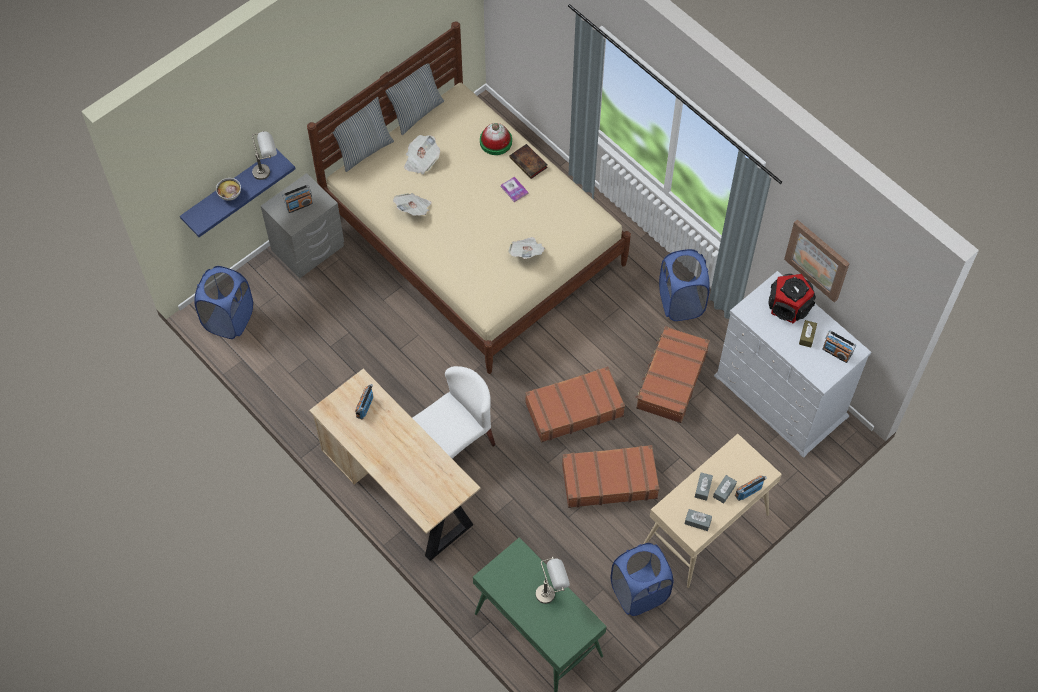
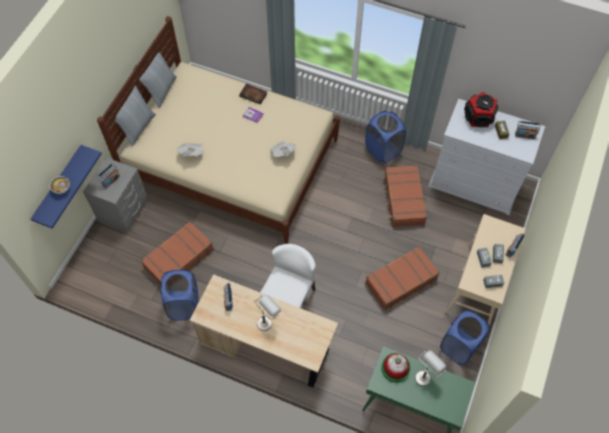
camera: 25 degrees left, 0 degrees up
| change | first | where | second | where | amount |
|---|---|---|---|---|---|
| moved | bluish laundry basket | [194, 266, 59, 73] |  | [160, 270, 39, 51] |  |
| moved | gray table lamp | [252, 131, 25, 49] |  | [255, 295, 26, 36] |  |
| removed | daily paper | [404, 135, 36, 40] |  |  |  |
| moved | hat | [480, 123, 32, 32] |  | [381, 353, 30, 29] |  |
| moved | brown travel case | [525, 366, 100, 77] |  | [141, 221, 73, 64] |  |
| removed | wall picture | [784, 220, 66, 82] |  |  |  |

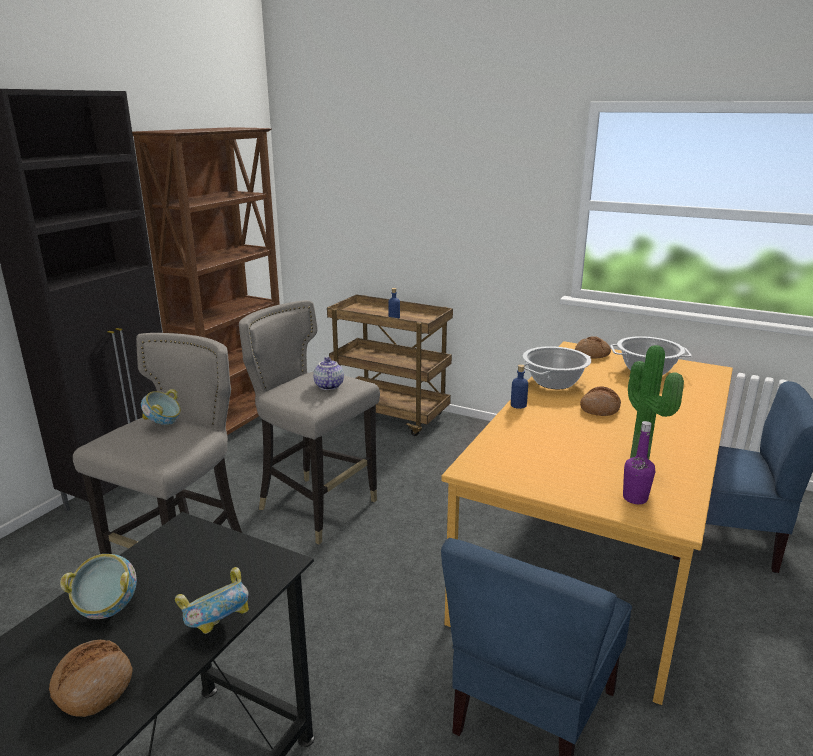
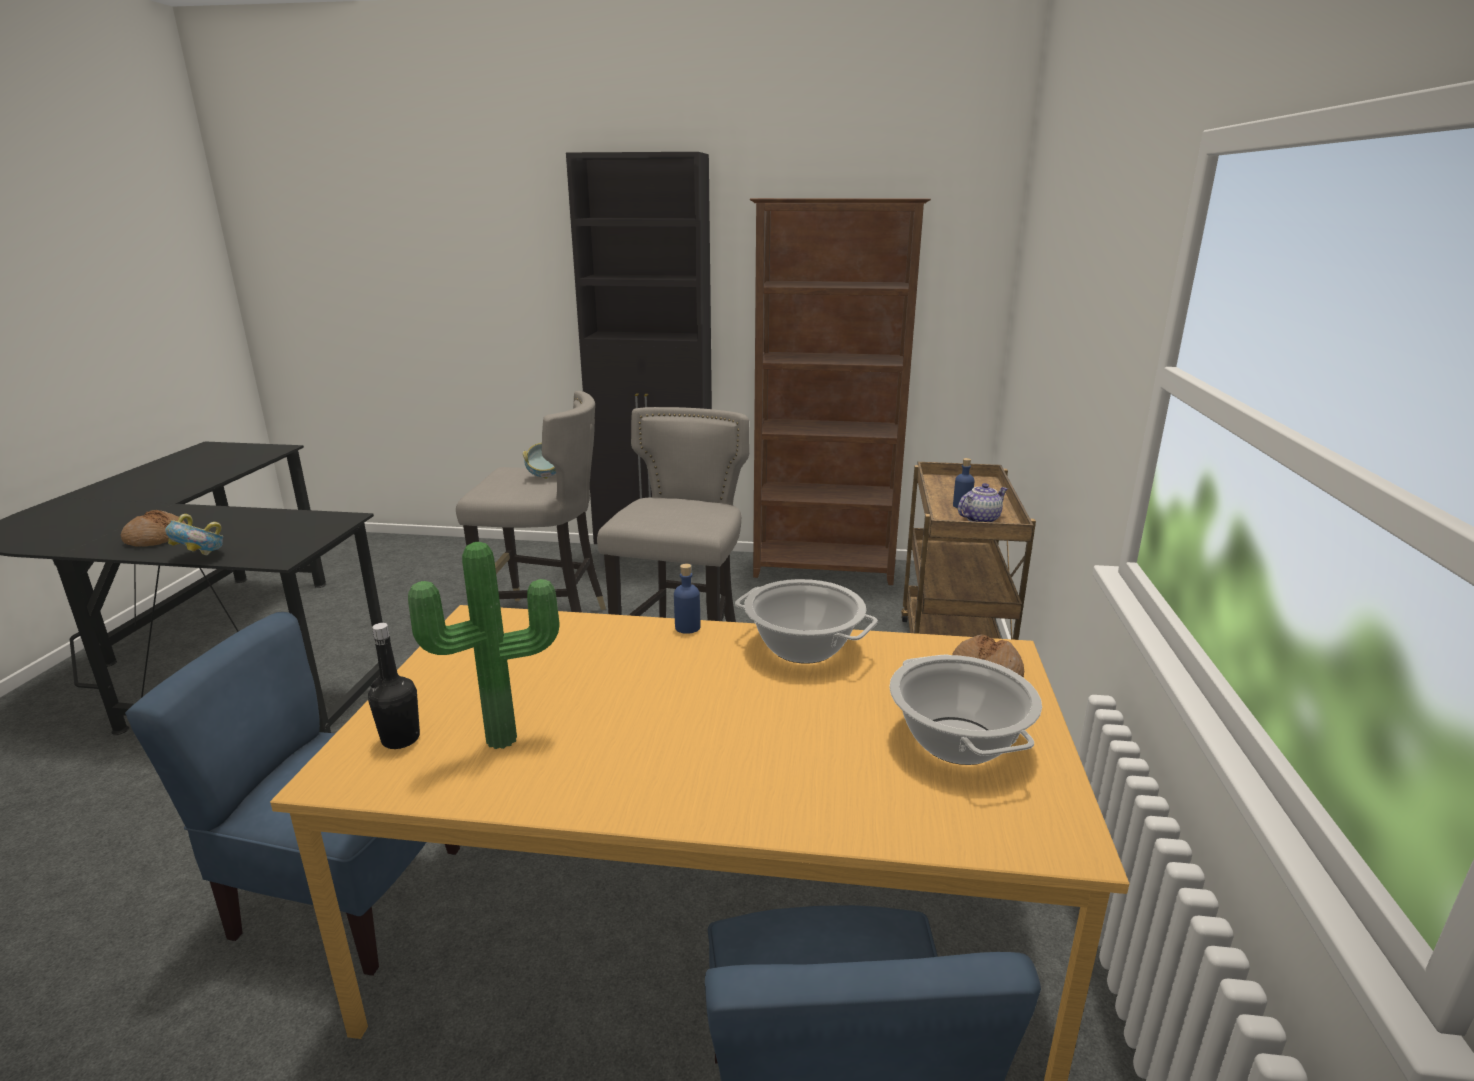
camera: 70 degrees right, 0 degrees up
| change | first | where | second | where | amount |
|---|---|---|---|---|---|
| removed | serving bowl | [60, 554, 77, 65] |  |  |  |
| moved | tea pot | [313, 357, 31, 33] |  | [958, 483, 50, 39] |  |
| removed | baked bread | [580, 386, 41, 30] |  |  |  |
| recoloured | purple-coloured drink bottle | [623, 421, 32, 83] | black-coloured drink bottle | [368, 623, 52, 126] |  |

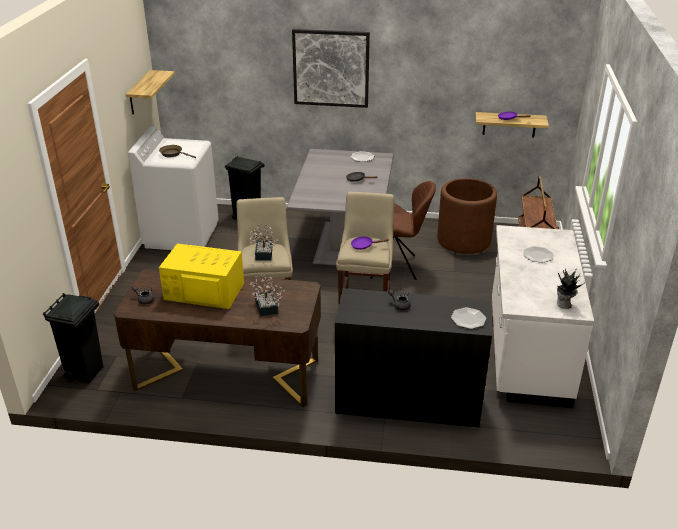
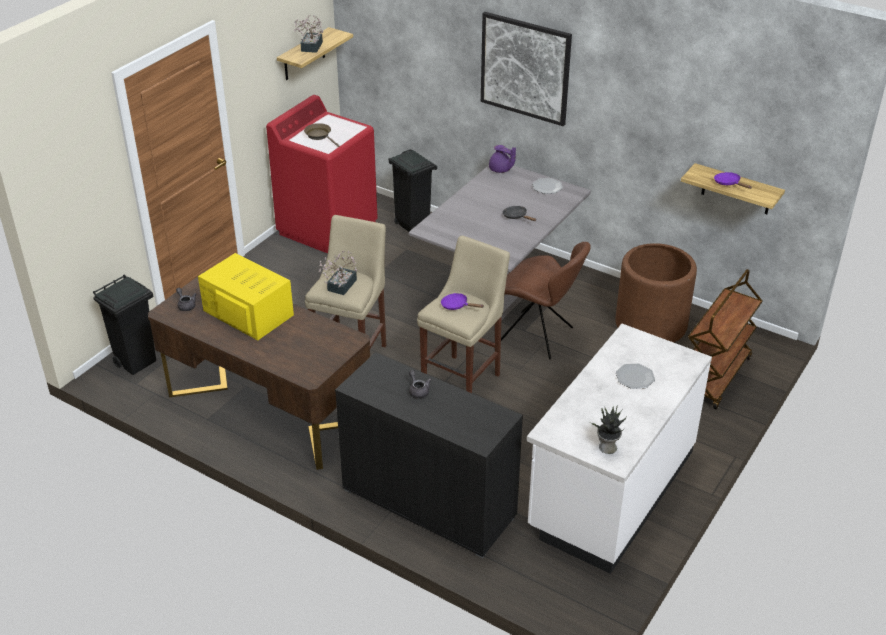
camera: 25 degrees right, 5 degrees up
| change | first | where | second | where | amount |
|---|---|---|---|---|---|
| recoloured | white laundry machine | [128, 126, 91, 124] | reddish laundry machine | [266, 95, 112, 159] |  |
| moved | houseplant | [250, 274, 35, 43] |  | [294, 15, 29, 38] |  |
| removed | dinner plate | [451, 307, 35, 22] |  |  |  |
| added |  |  | purple-coloured tea pot | [489, 145, 27, 28] |  |

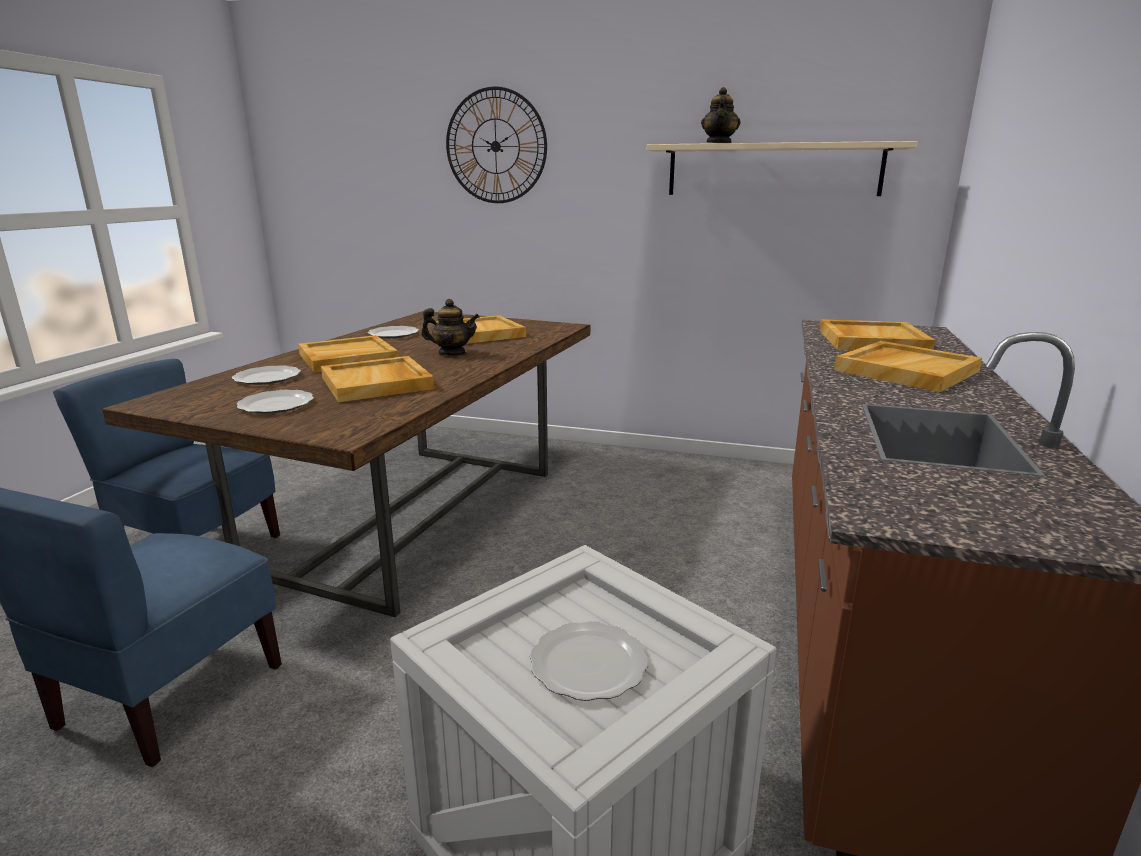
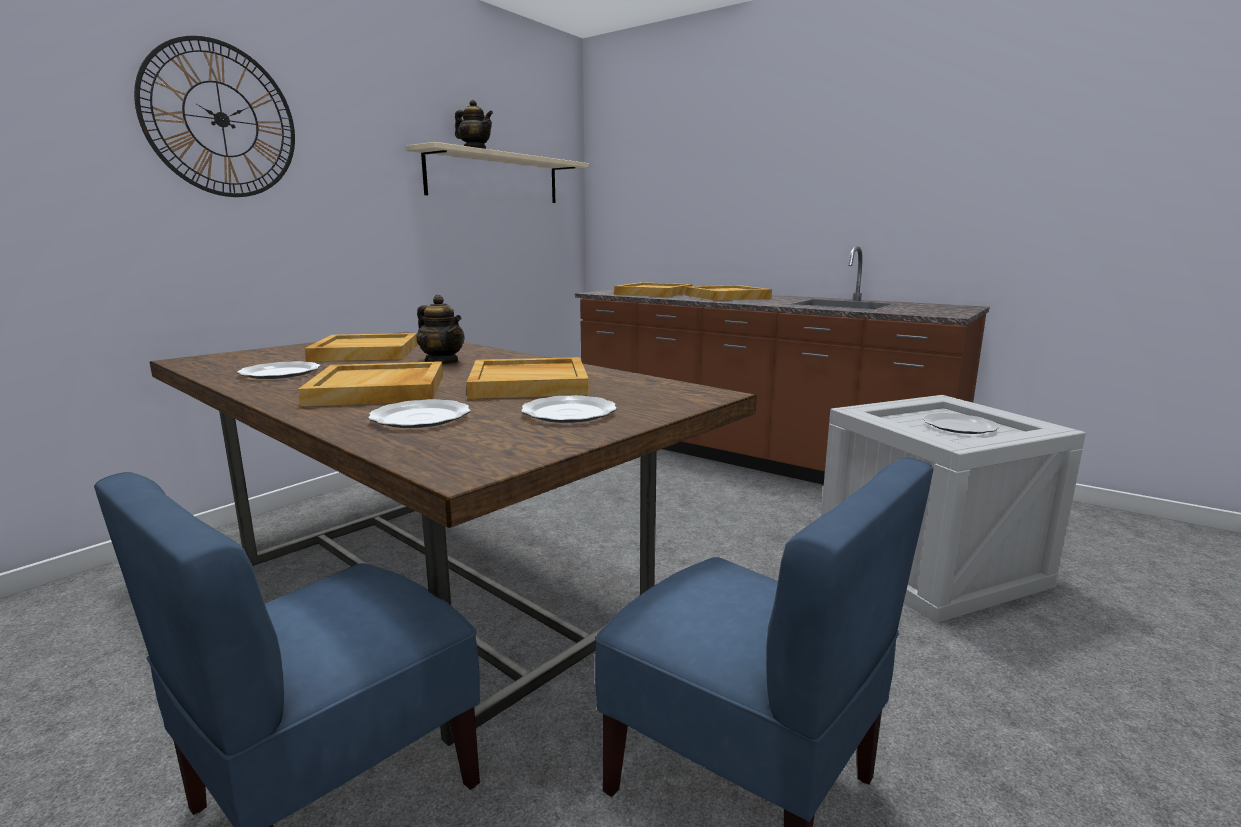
camera: 70 degrees left, 5 degrees down
| change | first | where | second | where | amount |
|---|---|---|---|---|---|
| turned | tea pot | [421, 299, 58, 56] |  | [417, 295, 48, 69] | 105 degrees clockwise |

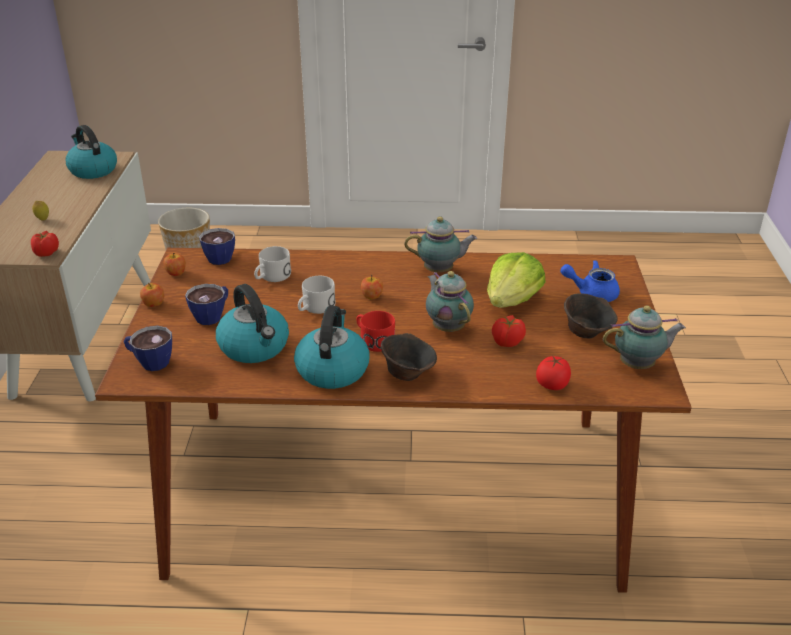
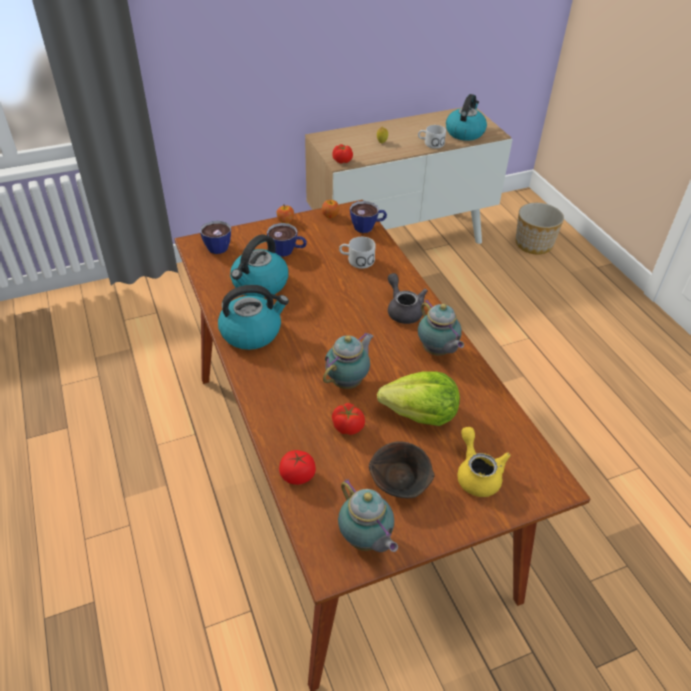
camera: 65 degrees right, 10 degrees up
| change | first | where | second | where | amount |
|---|---|---|---|---|---|
| moved | white tea mug | [298, 276, 38, 38] |  | [418, 125, 28, 24] |  |
| removed | reddish tea mug | [356, 311, 39, 41] |  |  |  |
| removed | apple fruit | [361, 274, 22, 26] |  |  |  |
| removed | brown serving bowl | [381, 333, 56, 48] |  |  |  |
| recoloured | bluish tea pot | [560, 260, 60, 42] | yellow-coloured tea pot | [457, 427, 54, 70] |  |
| added |  |  | gray tea pot | [388, 273, 40, 51] |  |

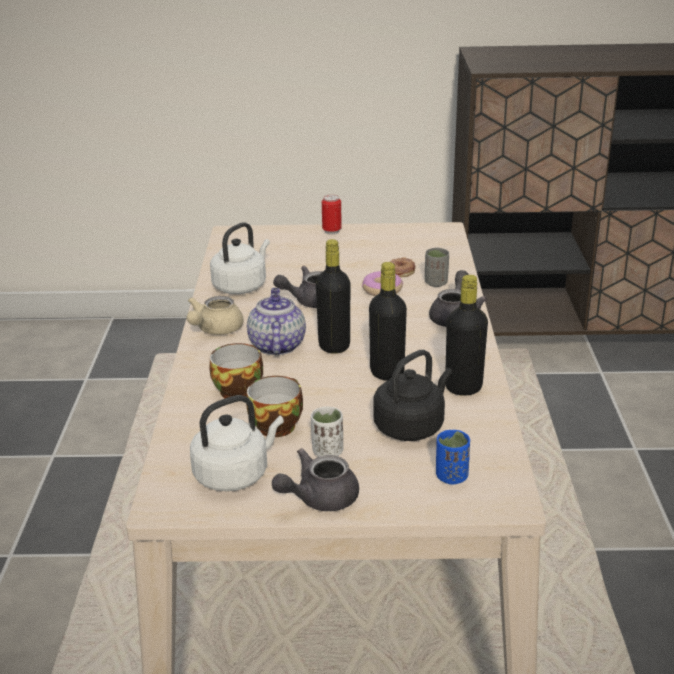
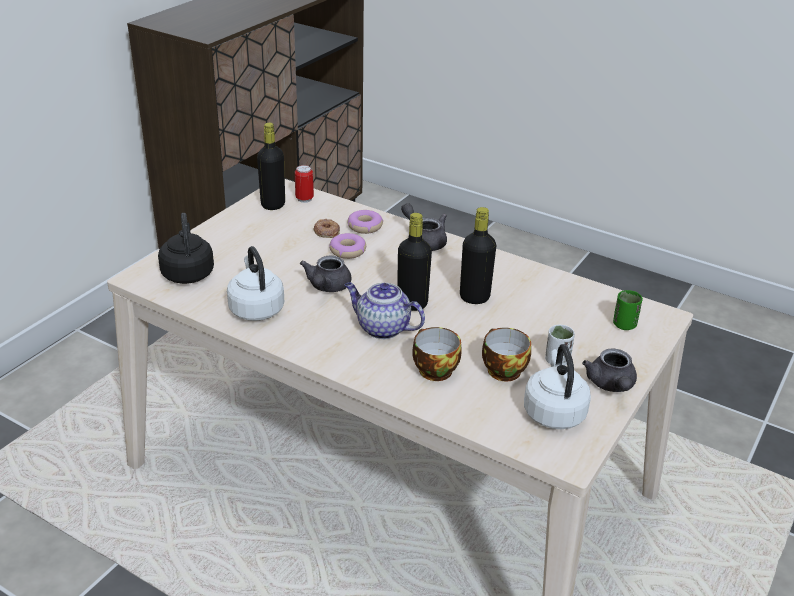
camera: 60 degrees left, 5 degrees up
| change | first | where | second | where | amount |
|---|---|---|---|---|---|
| removed | beige-coloured tea pot | [187, 295, 57, 40] |  |  |  |
| moved | sealed can | [322, 195, 20, 40] |  | [295, 165, 19, 38] |  |
| moved | black-coloured tea kettle | [373, 350, 80, 91] |  | [158, 213, 56, 71] |  |
| replaced | gray drinking cup | [425, 248, 24, 39] | donut | [348, 210, 35, 24] |  |
| recoloured | bluish drinking cup | [436, 430, 34, 54] | greenish drinking cup | [613, 290, 30, 40] |  |
| moved | black-coloured drink bottle | [446, 275, 42, 121] |  | [257, 123, 28, 87] |  |

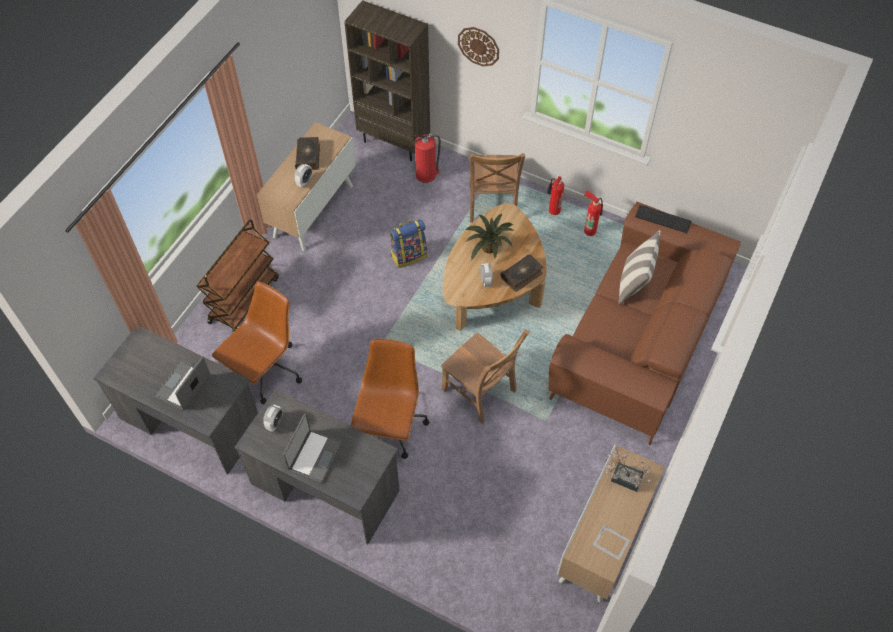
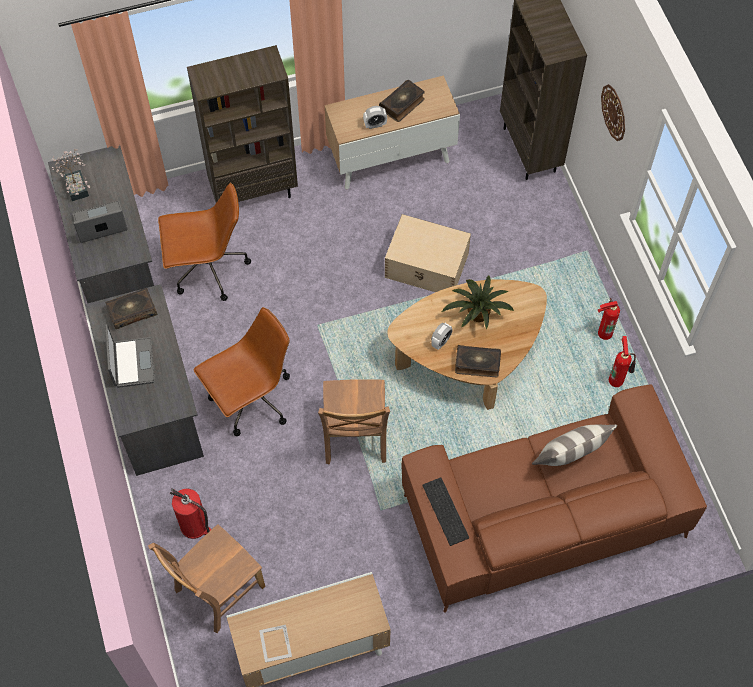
camera: 45 degrees right, 5 degrees up
| change | first | where | second | where | amount |
|---|---|---|---|---|---|
| replaced | brown wheeled cart | [196, 220, 83, 114] | brown shelving unit | [187, 45, 111, 158] |  |
| replaced | alarm clock | [263, 404, 20, 28] | book | [106, 288, 51, 41] |  |
| turned | laptop | [283, 414, 59, 69] |  | [105, 324, 50, 64] | 75 degrees counterclockwise |
| replaced | rucksack | [390, 219, 37, 49] | beige-coloured storage box | [385, 214, 86, 78] |  |
| moved | fire-fighting cylinder | [413, 135, 28, 48] |  | [169, 488, 43, 51] |  |
| moved | brown chair | [469, 153, 56, 70] |  | [148, 524, 117, 109] |  |
| moved | houseplant | [605, 446, 46, 46] |  | [52, 149, 38, 52] |  |
| moved | PC keyboard | [635, 205, 57, 28] |  | [422, 477, 47, 69] |  |

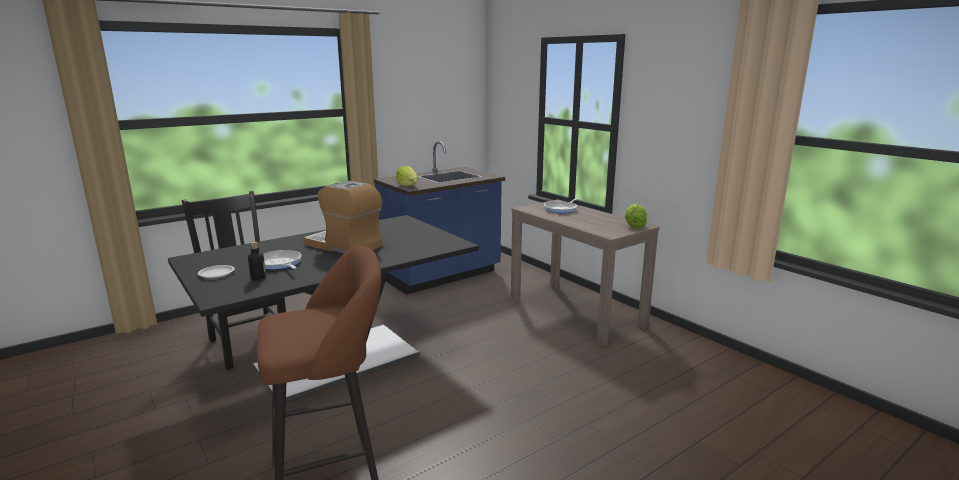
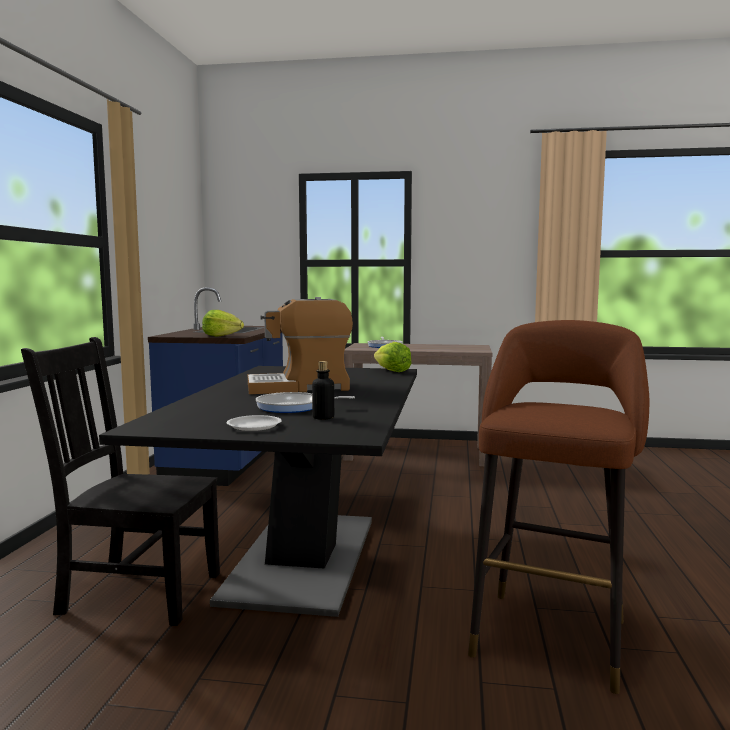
camera: 45 degrees left, 10 degrees down
| change | first | where | second | where | amount |
|---|---|---|---|---|---|
| moved | lettuce head | [625, 204, 22, 24] |  | [374, 342, 38, 30] |  |

